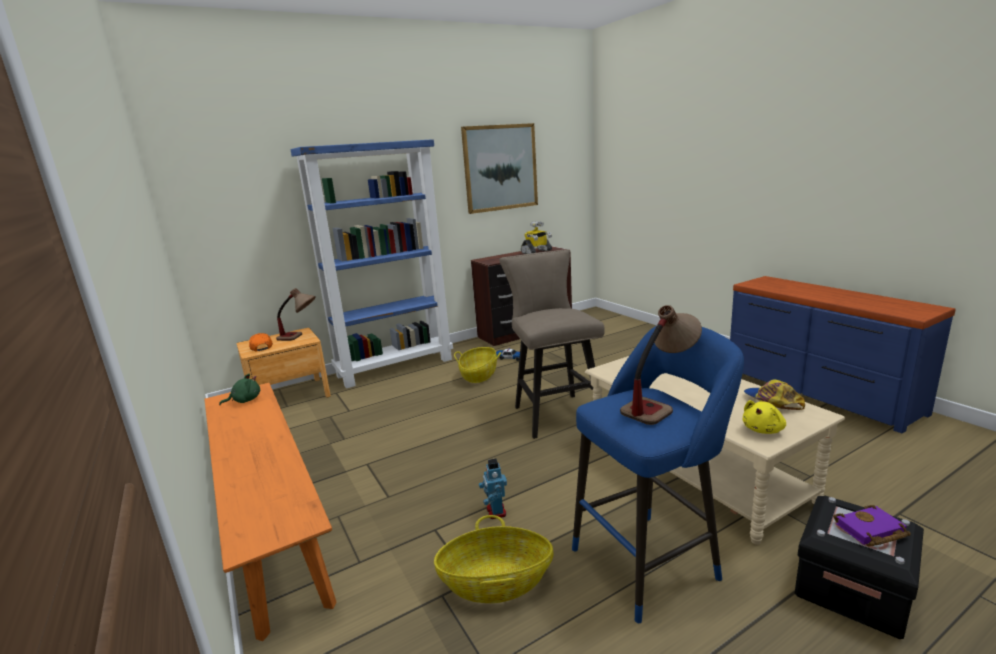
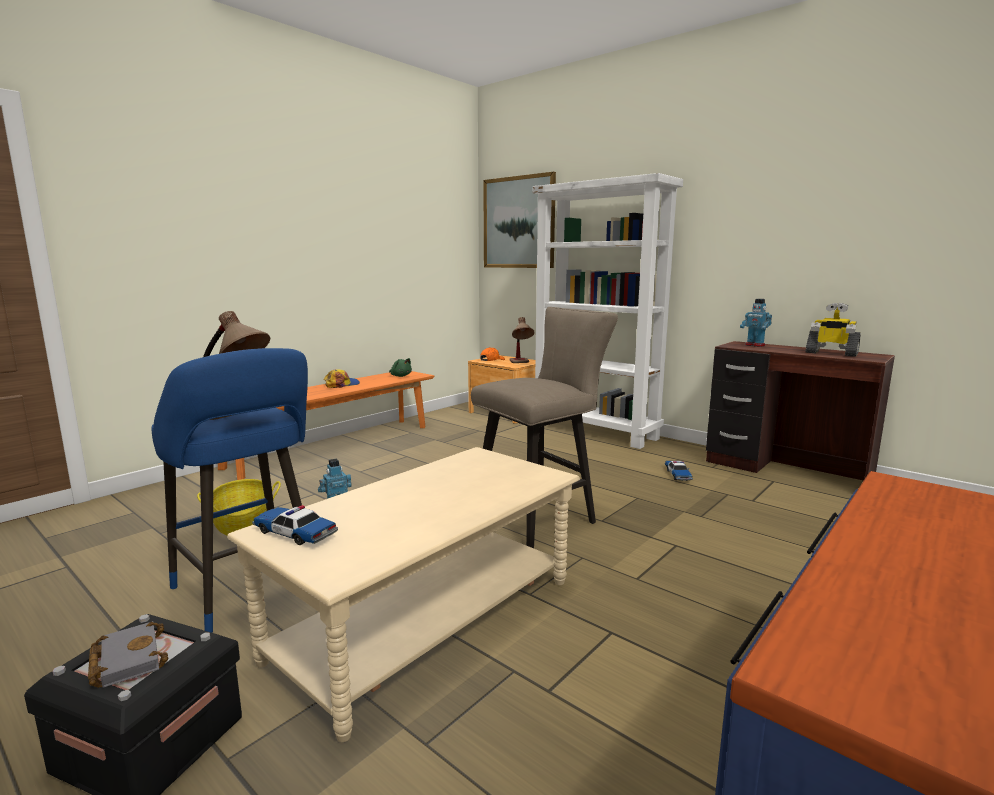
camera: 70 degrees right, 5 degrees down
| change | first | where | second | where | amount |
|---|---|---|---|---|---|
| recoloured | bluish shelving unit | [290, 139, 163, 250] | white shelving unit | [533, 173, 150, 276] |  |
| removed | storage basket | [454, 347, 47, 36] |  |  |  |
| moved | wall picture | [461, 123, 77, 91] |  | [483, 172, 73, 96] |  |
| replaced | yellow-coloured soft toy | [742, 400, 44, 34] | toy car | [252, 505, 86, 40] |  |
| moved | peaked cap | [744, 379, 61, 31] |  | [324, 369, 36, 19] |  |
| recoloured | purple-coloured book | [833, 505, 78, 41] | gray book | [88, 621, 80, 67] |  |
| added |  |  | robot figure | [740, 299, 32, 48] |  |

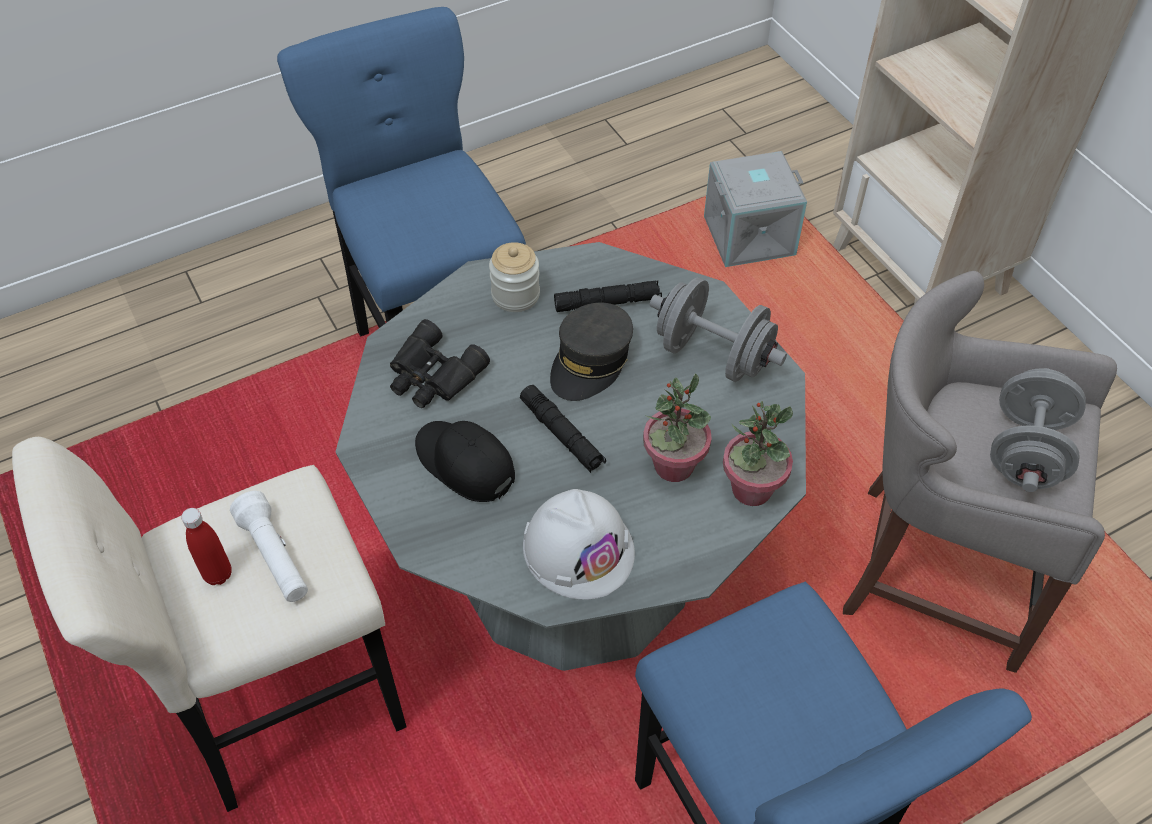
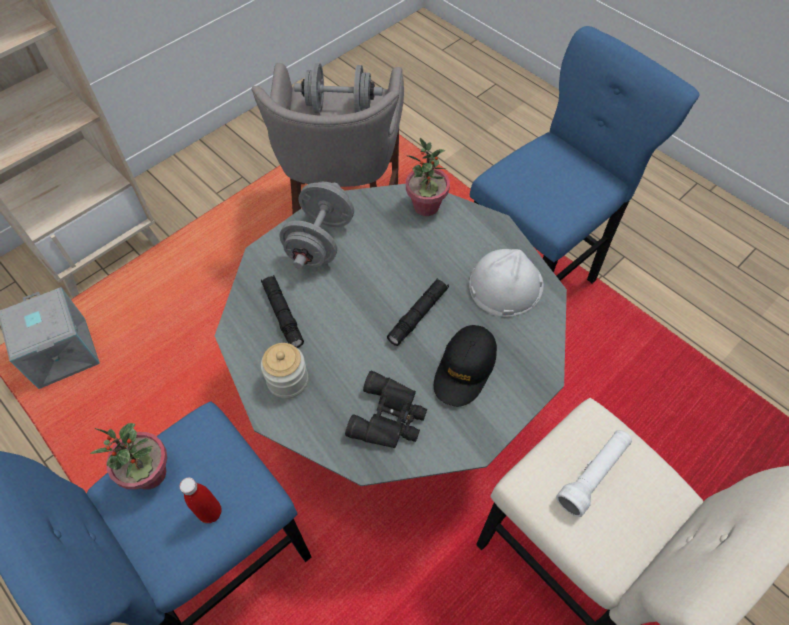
camera: 105 degrees left, 5 degrees up
| change | first | where | second | where | amount |
|---|---|---|---|---|---|
| moved | reddish drink bottle | [181, 508, 51, 77] |  | [180, 478, 42, 45] |  |
| removed | gray peaked cap | [550, 303, 83, 98] |  |  |  |
| moved | houseplant | [643, 373, 69, 109] |  | [90, 423, 77, 67] |  |

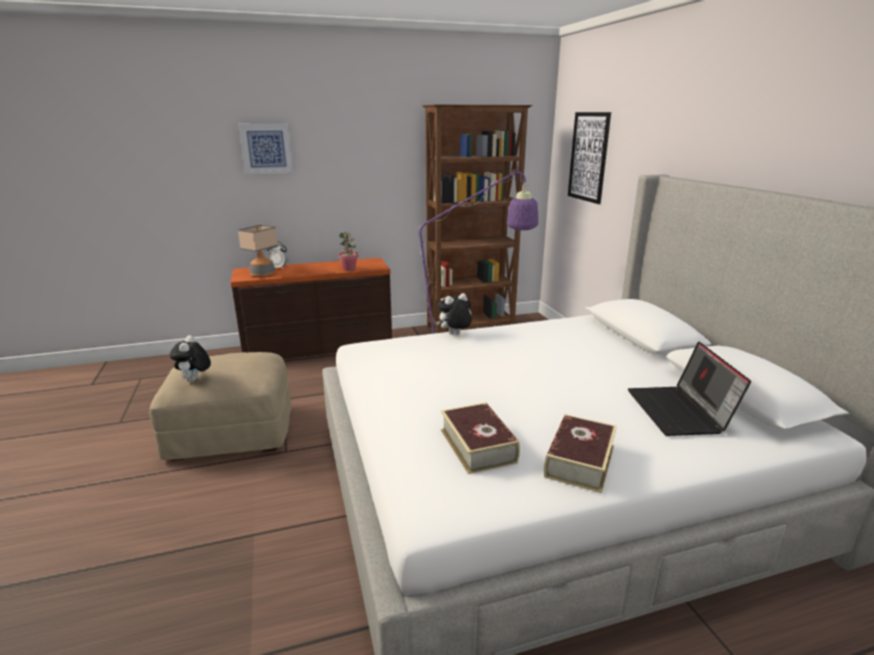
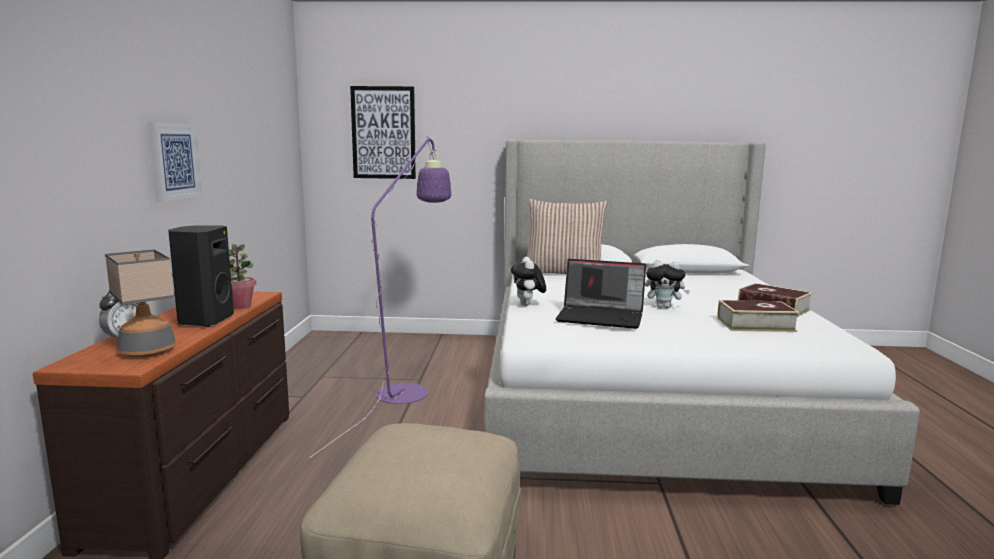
camera: 70 degrees left, 10 degrees down
| change | first | where | second | where | amount |
|---|---|---|---|---|---|
| moved | soft toy | [170, 335, 41, 47] |  | [645, 260, 45, 48] |  |
| moved | wall picture | [238, 124, 55, 50] |  | [148, 122, 54, 80] |  |
| removed | brown shelving unit | [422, 105, 111, 228] |  |  |  |
| moved | laptop | [628, 341, 123, 95] |  | [555, 259, 91, 70] |  |
| added |  |  | black-coloured speaker | [168, 226, 66, 101] |  |
| added |  |  | pillow | [527, 199, 81, 75] |  |

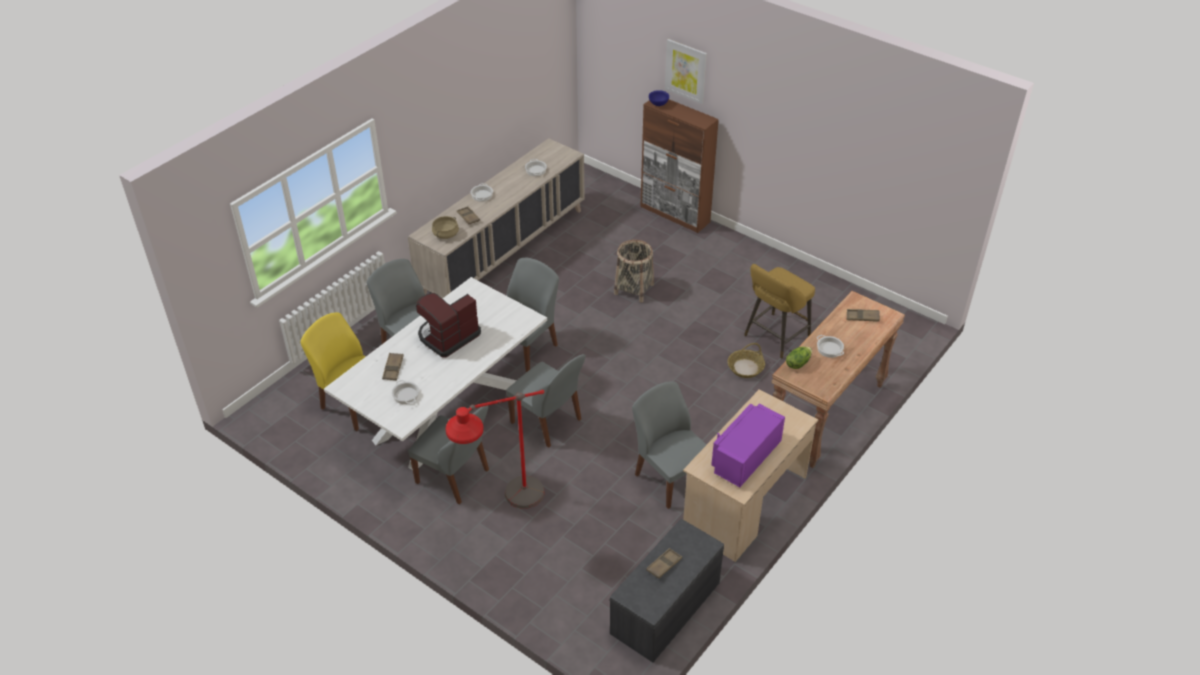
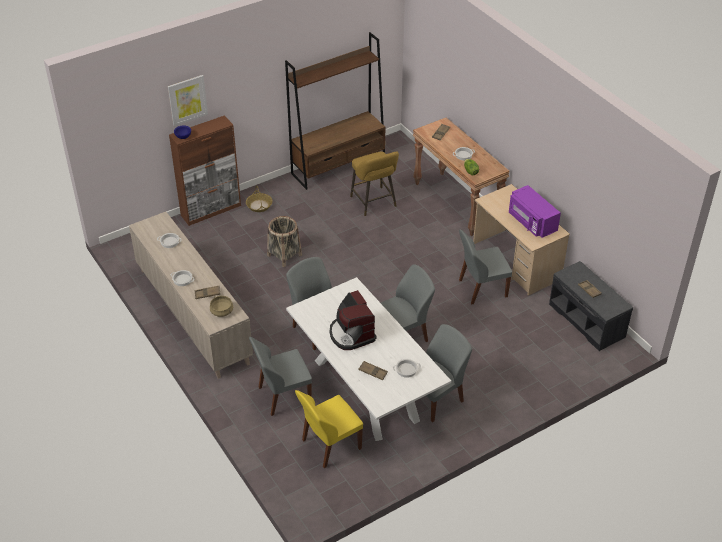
camera: 70 degrees left, 0 degrees up
| change | first | where | second | where | amount |
|---|---|---|---|---|---|
| removed | reddish floor lamp | [446, 390, 99, 119] |  |  |  |
| moved | storage basket | [727, 343, 38, 35] |  | [246, 185, 26, 27] |  |
| added |  |  | brown shelving unit | [285, 32, 100, 158] |  |

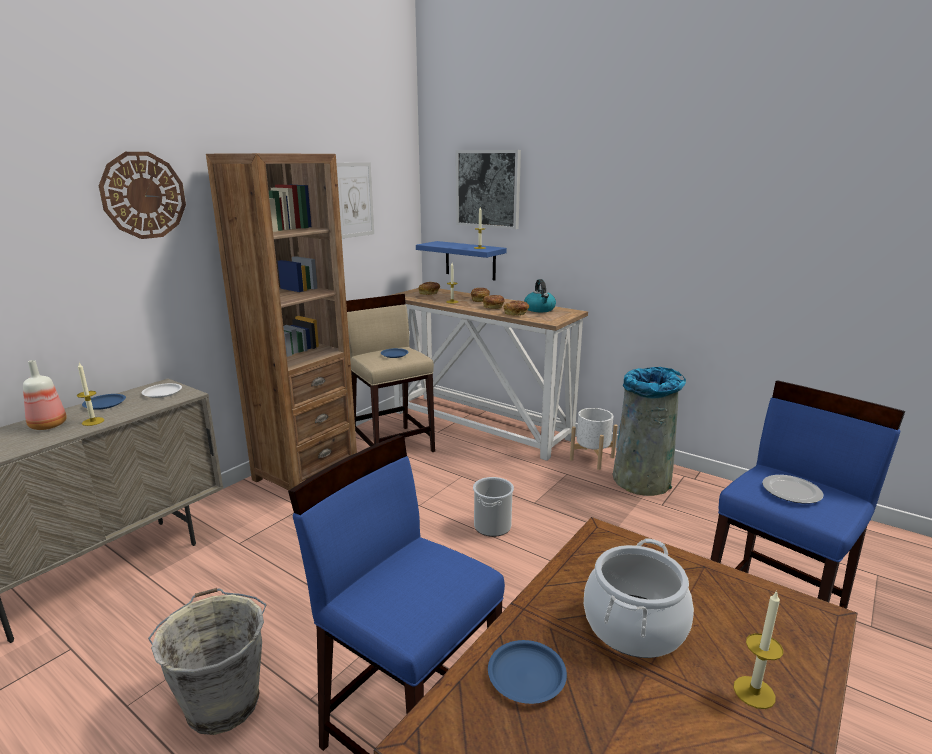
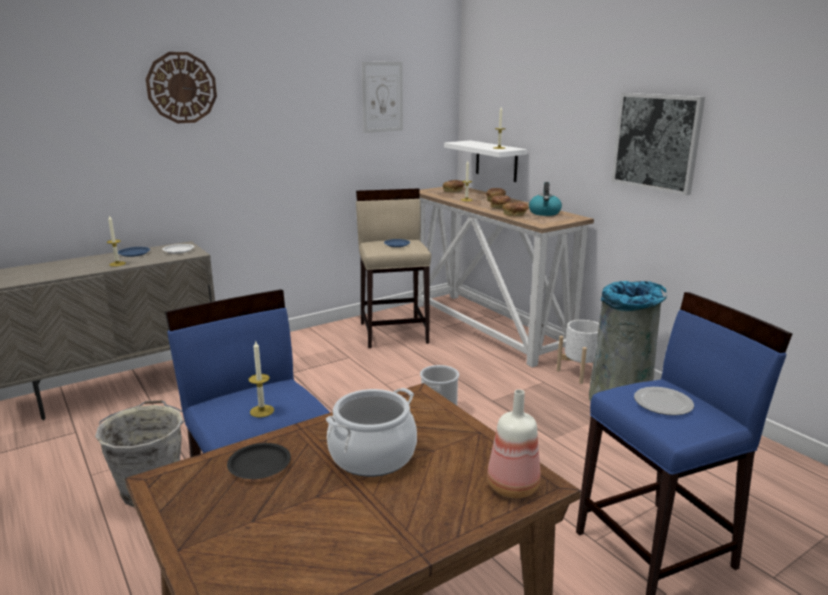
camera: 20 degrees right, 0 degrees up
| change | first | where | second | where | amount |
|---|---|---|---|---|---|
| moved | drink bottle | [23, 360, 44, 70] |  | [487, 389, 54, 109] |  |
| removed | brown shelving unit | [206, 153, 151, 337] |  |  |  |
| recoloured | bluish wall shelf | [416, 241, 91, 40] | white wall shelf | [444, 140, 83, 42] |  |
| moved | wall picture | [456, 150, 65, 79] |  | [612, 93, 93, 102] |  |
| recoloured | bluish dinner plate | [488, 640, 79, 64] | black-coloured dinner plate | [227, 443, 64, 36] |  |
| moved | wax light | [733, 590, 50, 119] |  | [249, 340, 25, 77] |  |

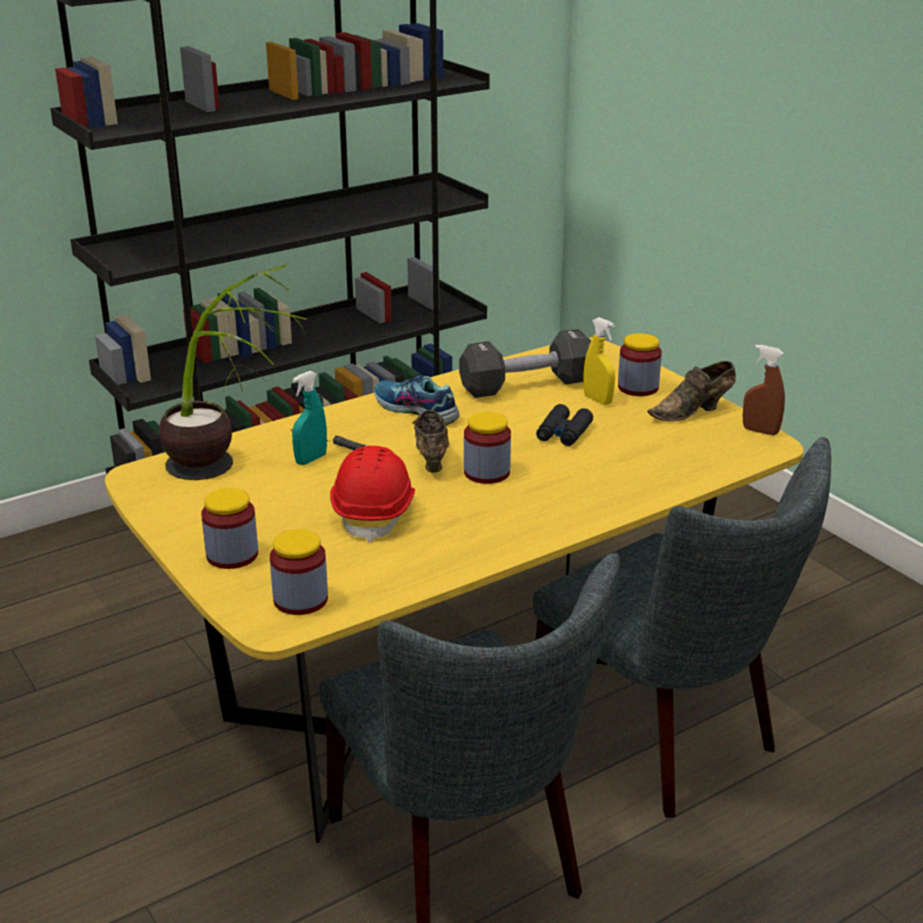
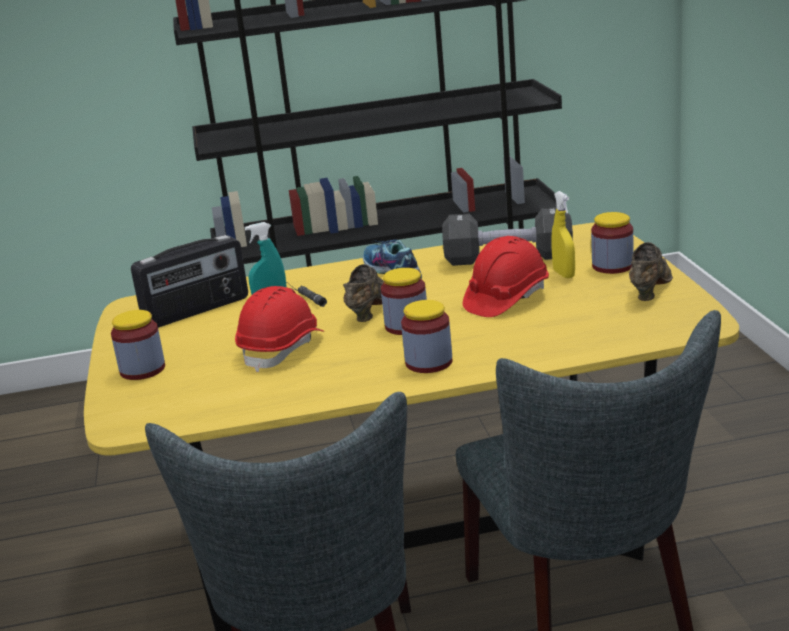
camera: 25 degrees right, 5 degrees down
| change | first | where | second | where | amount |
|---|---|---|---|---|---|
| replaced | houseplant | [159, 265, 148, 215] | radio | [131, 235, 117, 93] |  |
| moved | jar | [270, 529, 58, 86] |  | [401, 300, 51, 73] |  |
| replaced | black-coloured field glasses | [536, 404, 57, 42] | reddish hard hat | [463, 236, 86, 81] |  |
| turned | brown shoe | [647, 361, 89, 60] |  | [629, 242, 44, 59] | 120 degrees clockwise |
| removed | brown sprayer | [743, 345, 42, 90] |  |  |  |

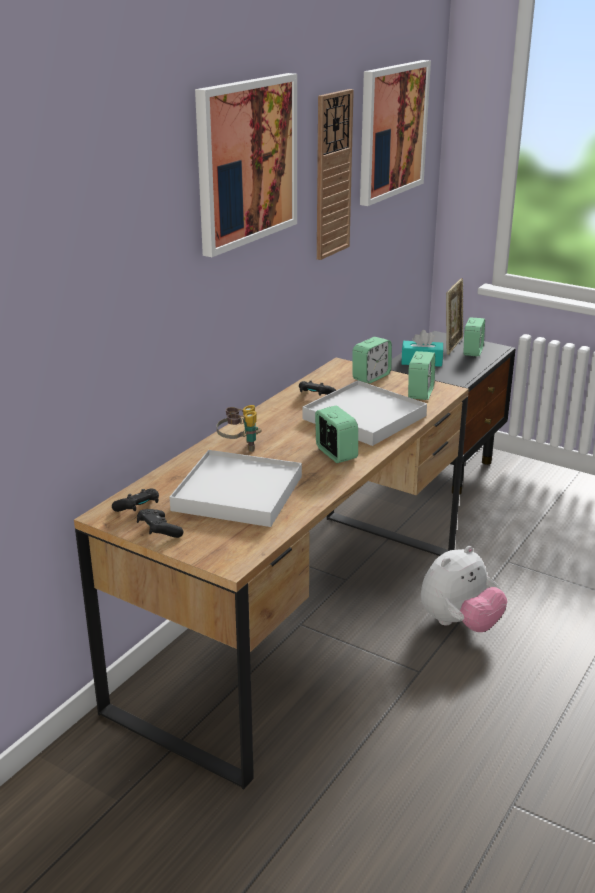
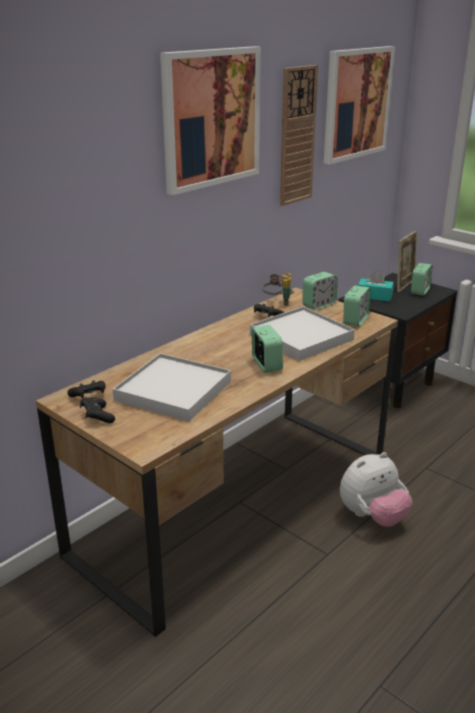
camera: 10 degrees right, 0 degrees up
| change | first | where | second | where | amount |
|---|---|---|---|---|---|
| moved | field glasses | [216, 405, 45, 47] |  | [263, 273, 31, 33] |  |

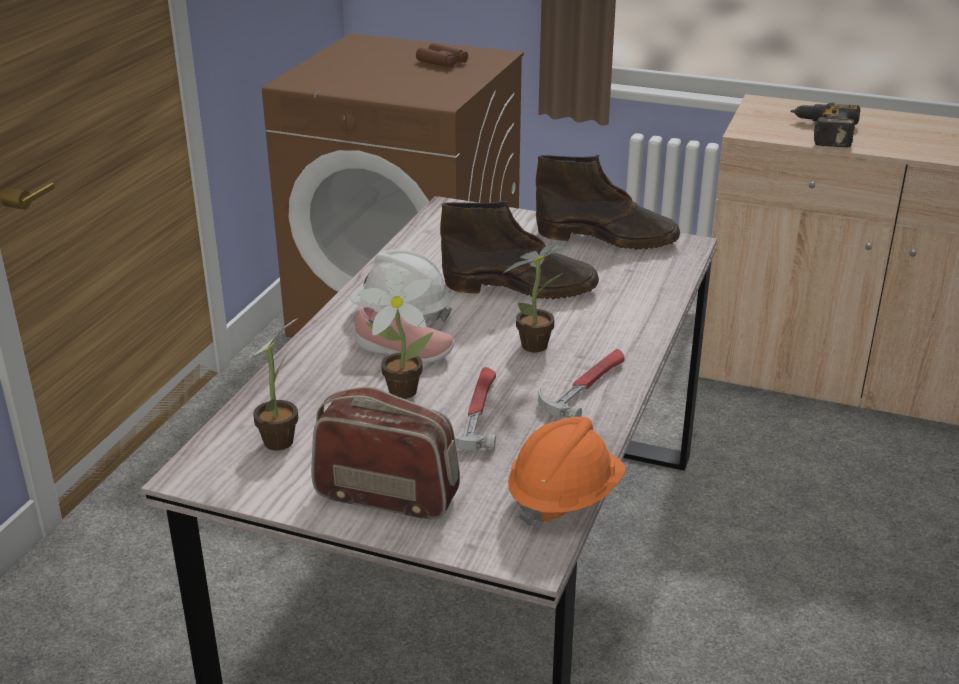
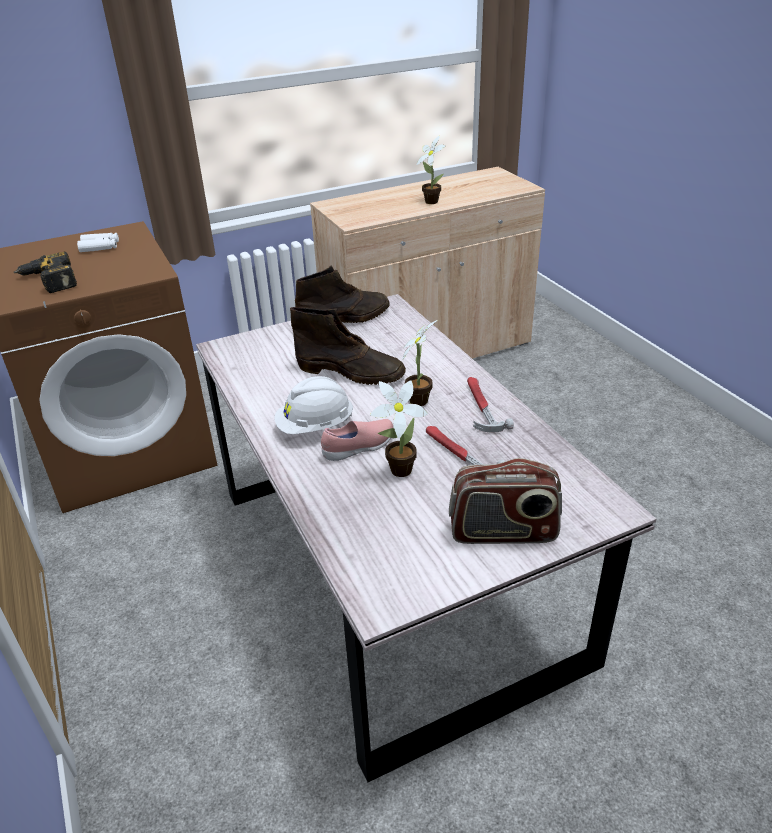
camera: 45 degrees left, 5 degrees up
| change | first | where | second | where | amount |
|---|---|---|---|---|---|
| moved | houseplant | [238, 318, 60, 133] |  | [416, 136, 29, 68] |  |
| turned | radio | [311, 387, 149, 132] |  | [449, 458, 113, 86] | 150 degrees counterclockwise |
| recoloured | brown field glasses | [416, 43, 52, 24] | white field glasses | [77, 233, 42, 19] |  |
| turned | brown boot | [440, 200, 159, 100] |  | [290, 307, 116, 78] | 60 degrees clockwise |
| removed | orange-coloured hard hat | [508, 417, 118, 110] |  |  |  |
| moved | power drill | [791, 102, 69, 45] |  | [14, 251, 63, 42] |  |

